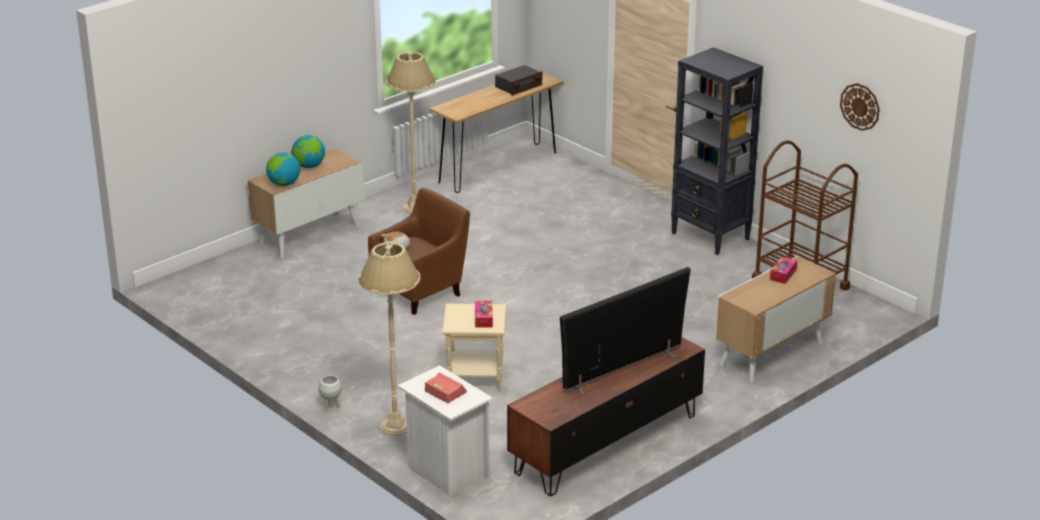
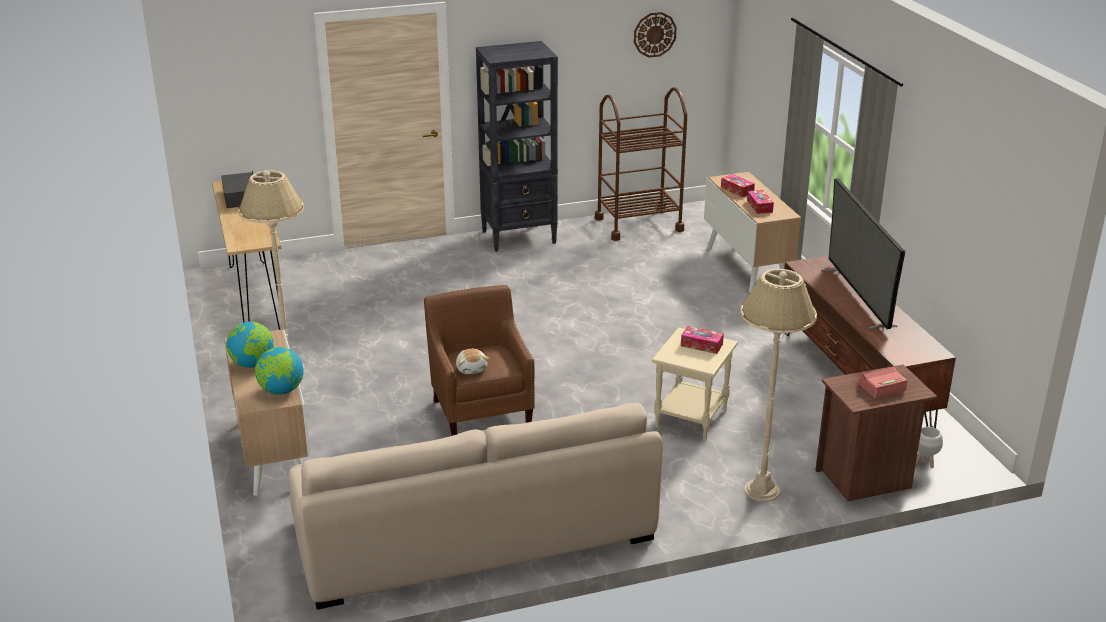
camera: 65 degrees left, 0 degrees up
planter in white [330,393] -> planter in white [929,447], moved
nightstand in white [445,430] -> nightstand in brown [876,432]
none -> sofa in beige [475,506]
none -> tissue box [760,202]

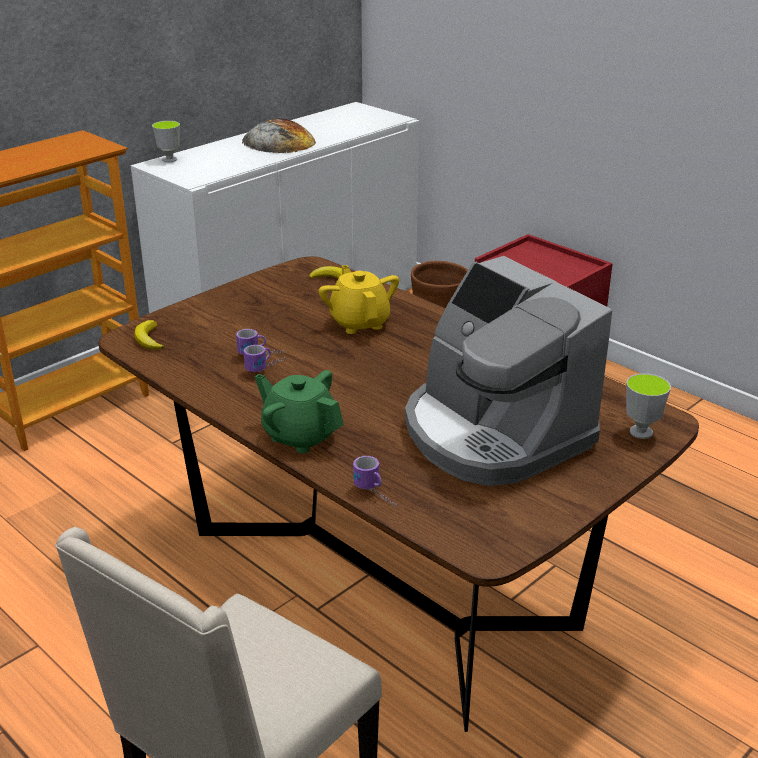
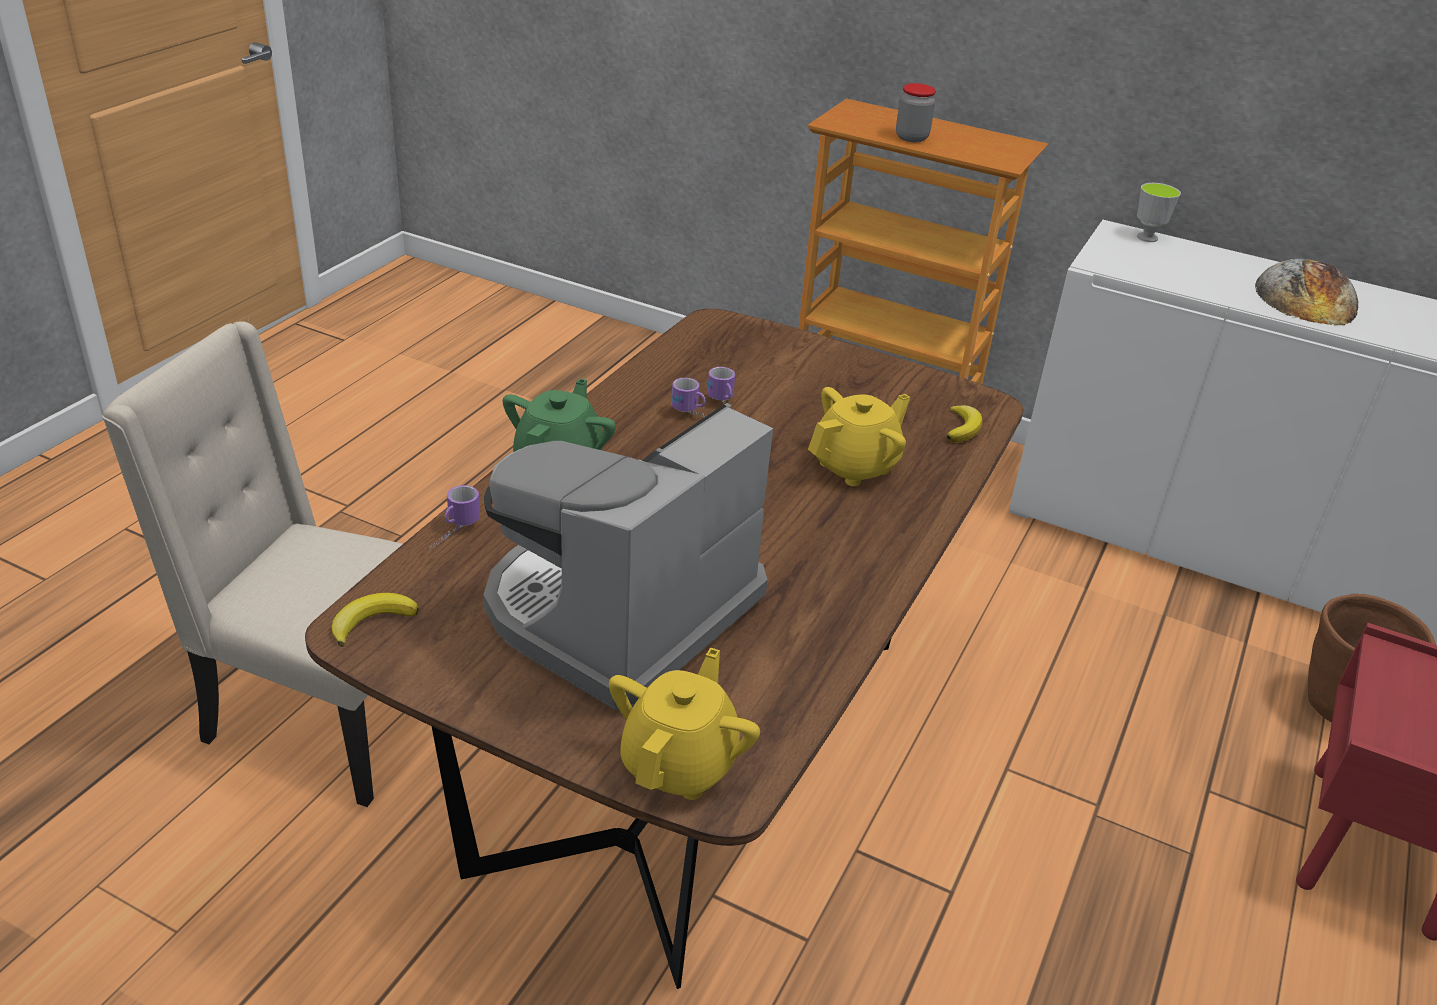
camera: 70 degrees right, 5 degrees up
banana [149,335] -> banana [375,620], moved
cup [648,406] -> teapot in yellow [684,724]
none -> jar [916,112]

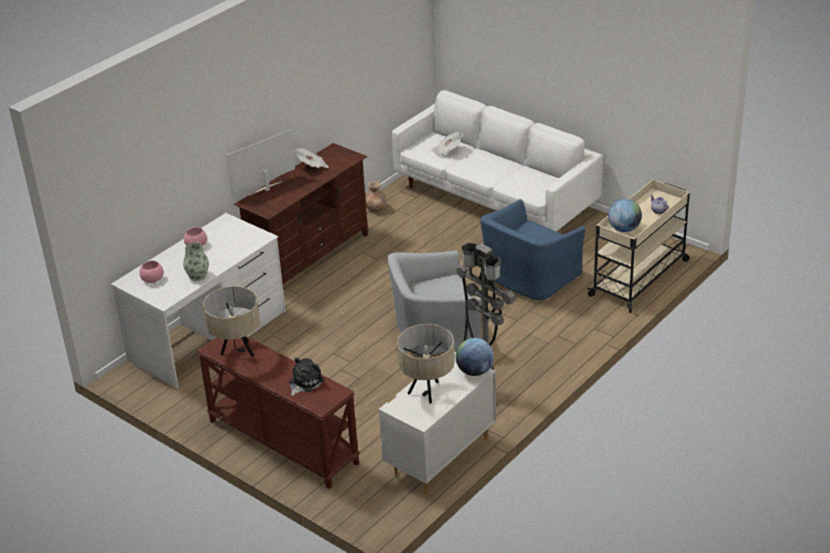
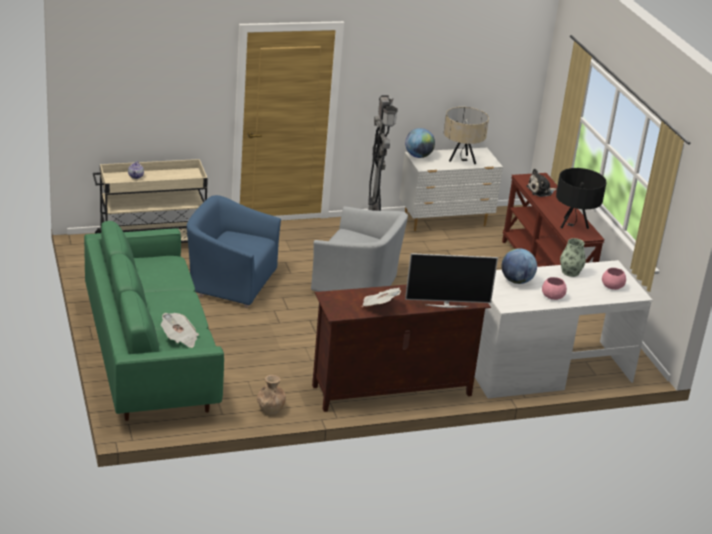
camera: 150 degrees left, 5 degrees down
table lamp in beige [231,321] -> table lamp in black [581,198]
sofa in white [497,160] -> sofa in green [154,321]
armchair in blue [533,250] -> armchair in blue [234,251], 150 degrees counterclockwise
globe [625,215] -> globe [519,266], moved

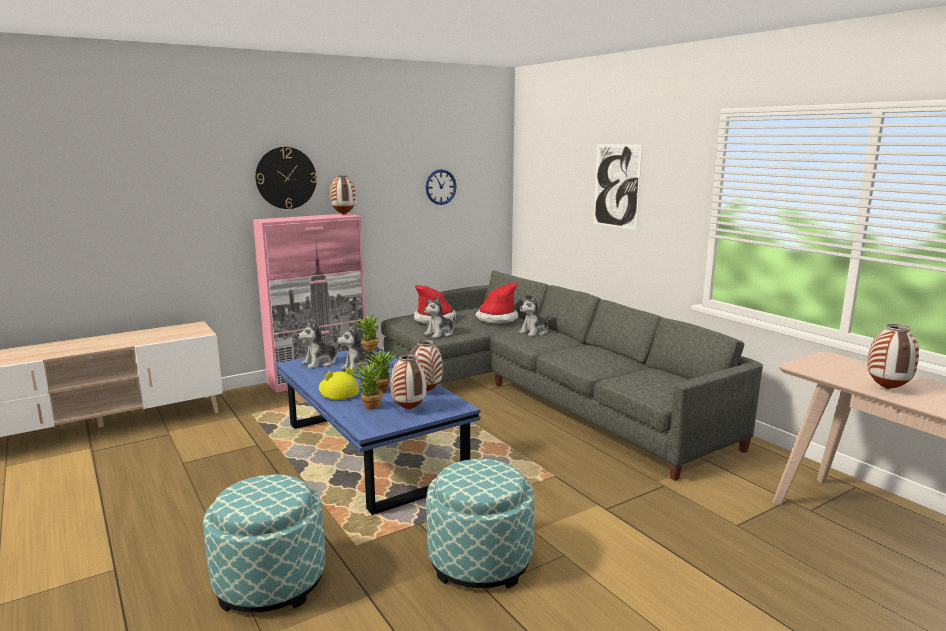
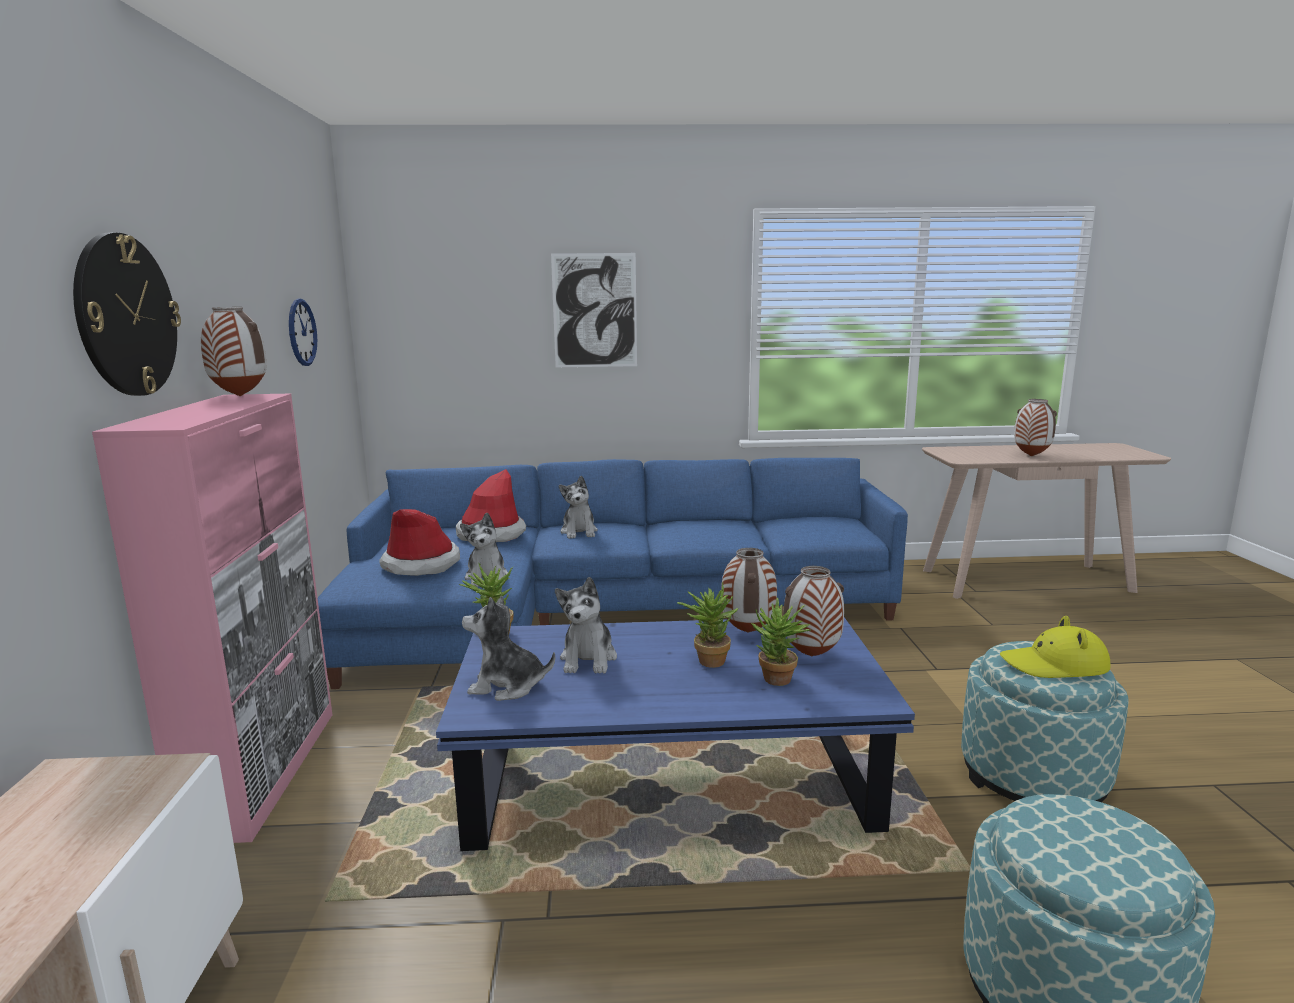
camera: 60 degrees left, 0 degrees up
plush toy [319,344] -> plush toy [508,648], 105 degrees clockwise
hat in yellow [339,383] -> hat in yellow [1055,647], moved
sofa in grey [572,375] -> sofa in blue [613,573]

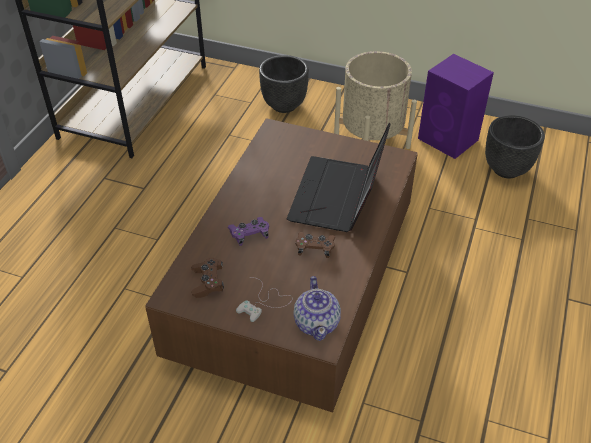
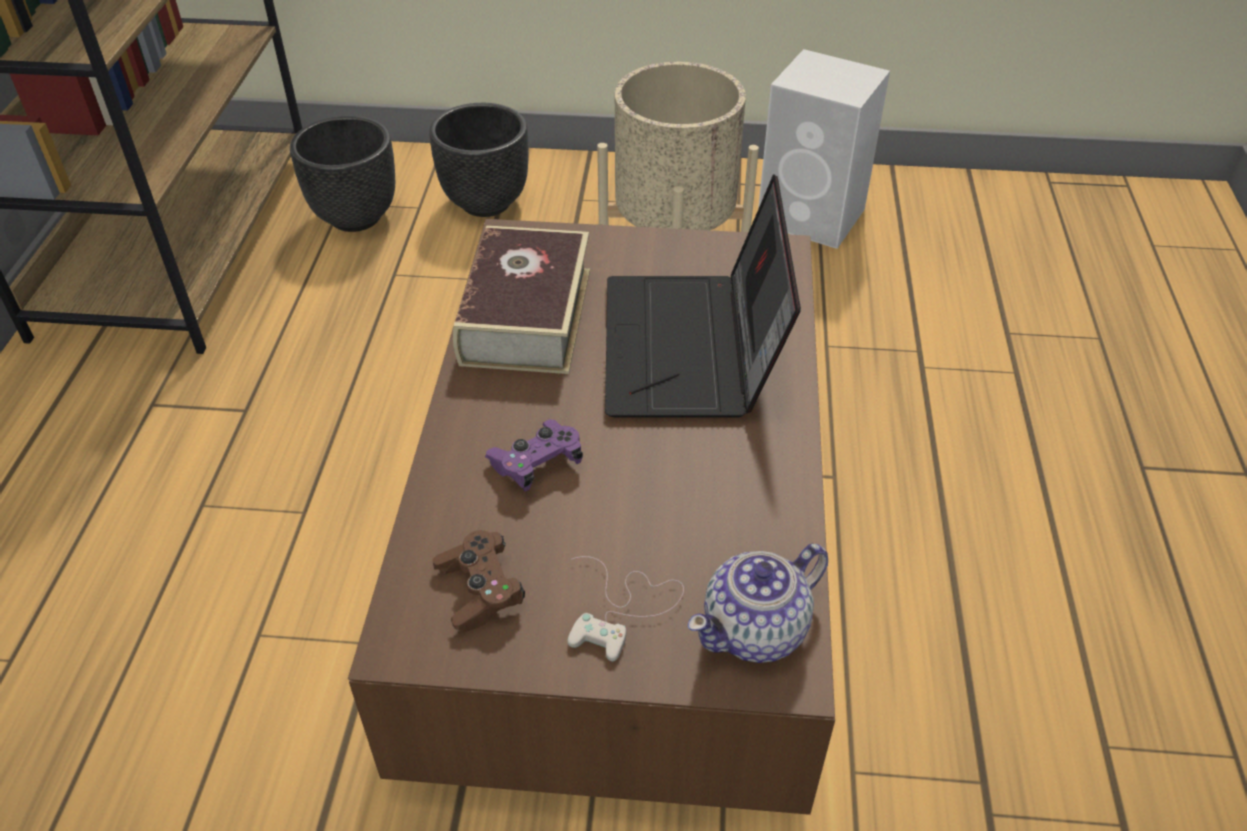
camera: 15 degrees left, 0 degrees up
teapot [317,308] -> teapot [758,603], 75 degrees clockwise
game controller in brown [315,245] -> none
speaker in purple [456,106] -> speaker in white [824,149]
planter in black [515,146] -> planter in black [342,174], moved
none -> book [521,299]

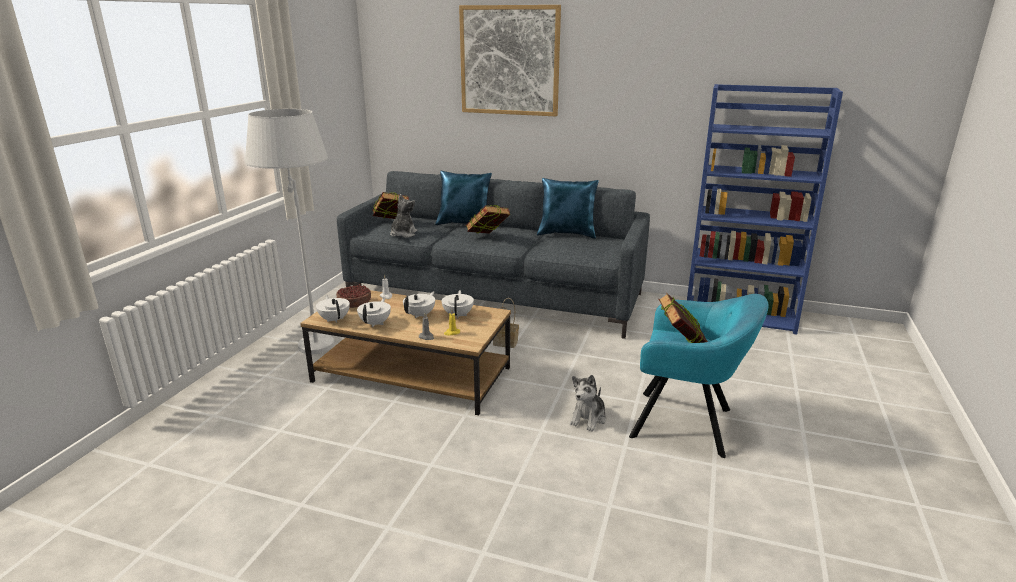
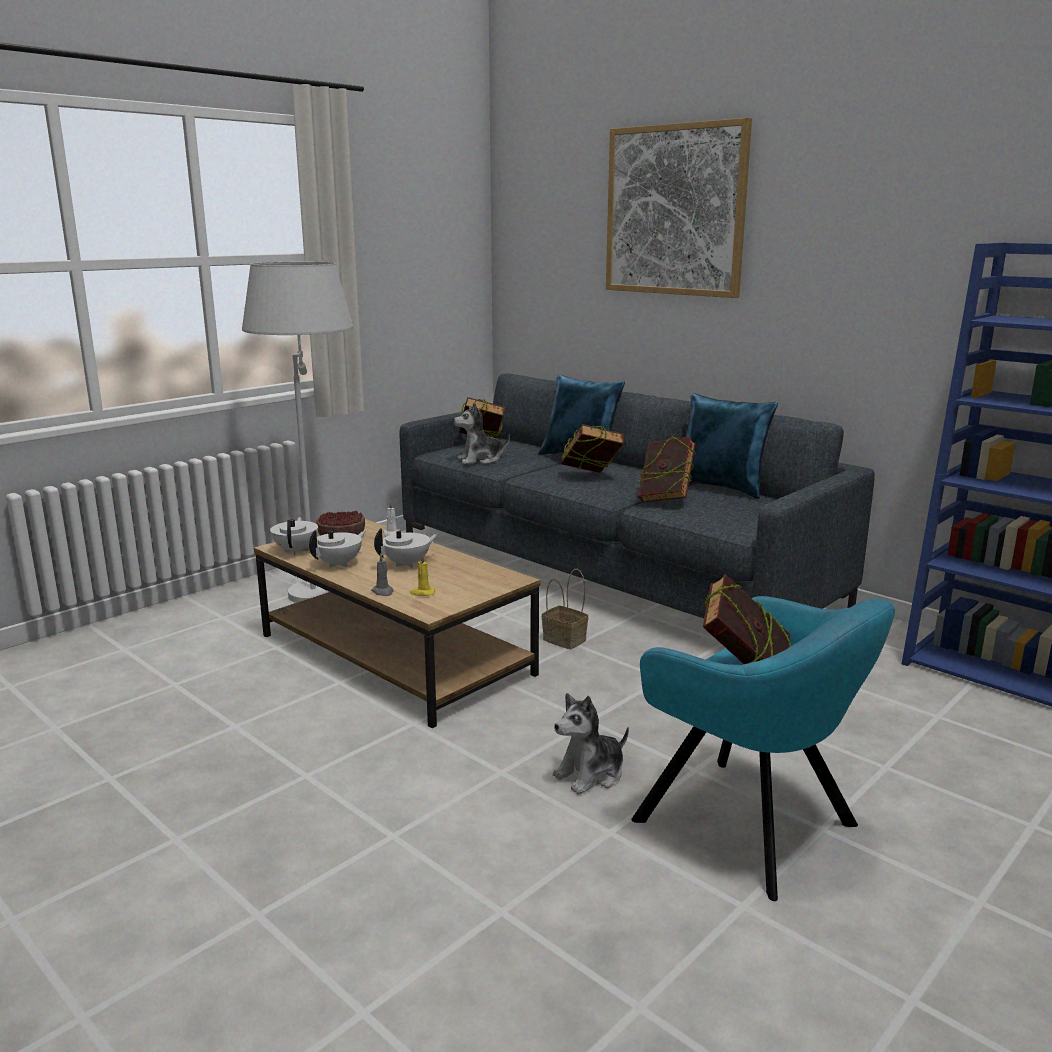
camera: 25 degrees right, 5 degrees down
plush toy [403,216] -> plush toy [481,433], 150 degrees counterclockwise
teapot in white [458,304] -> none
none -> book [667,469]

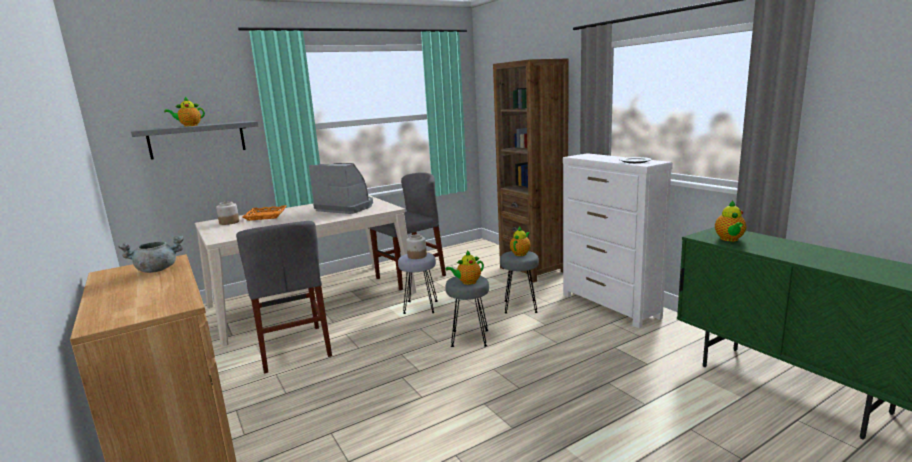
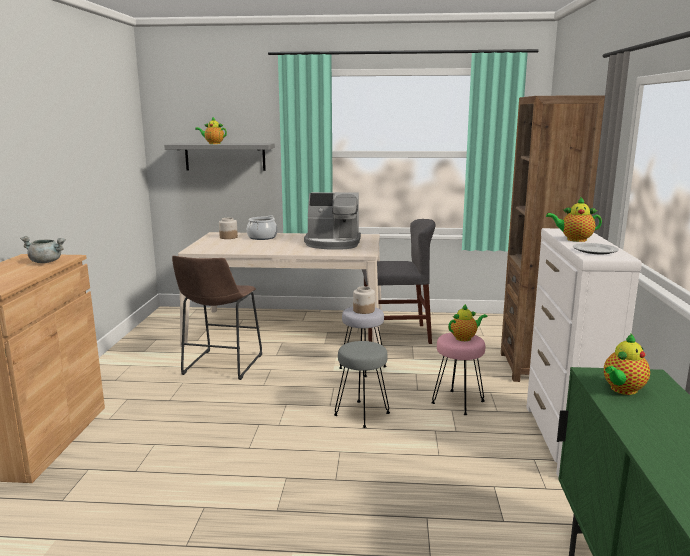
camera: 35 degrees right, 0 degrees up
chair in grey [284,297] -> stool in brown [217,318]
tray in orange [264,213] -> cooking pot [262,227]
coffee machine [341,188] -> coffee machine [332,221], 120 degrees clockwise
teapot [464,267] -> teapot [574,219], moved
stool in grey [519,282] -> stool in pink [458,374]

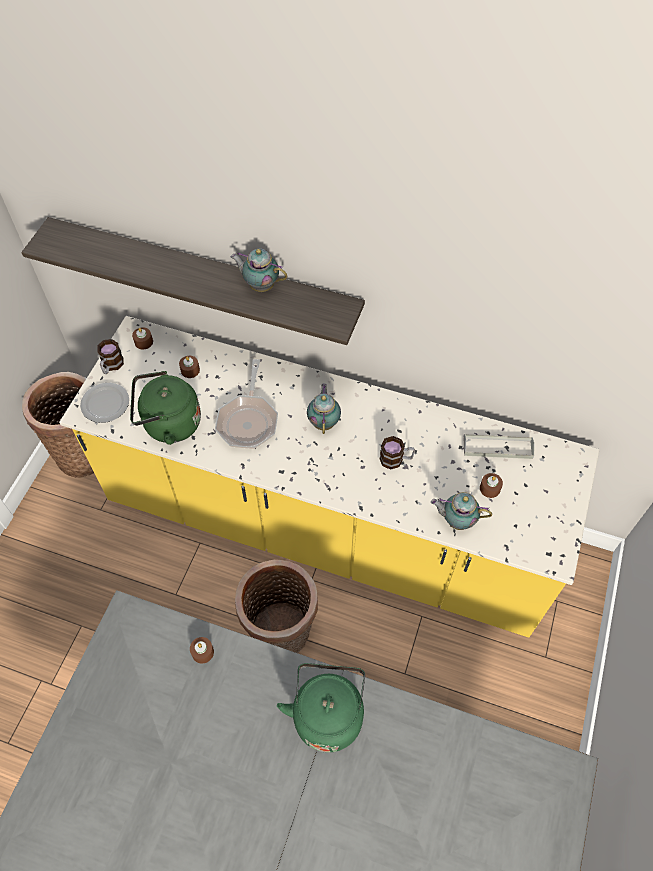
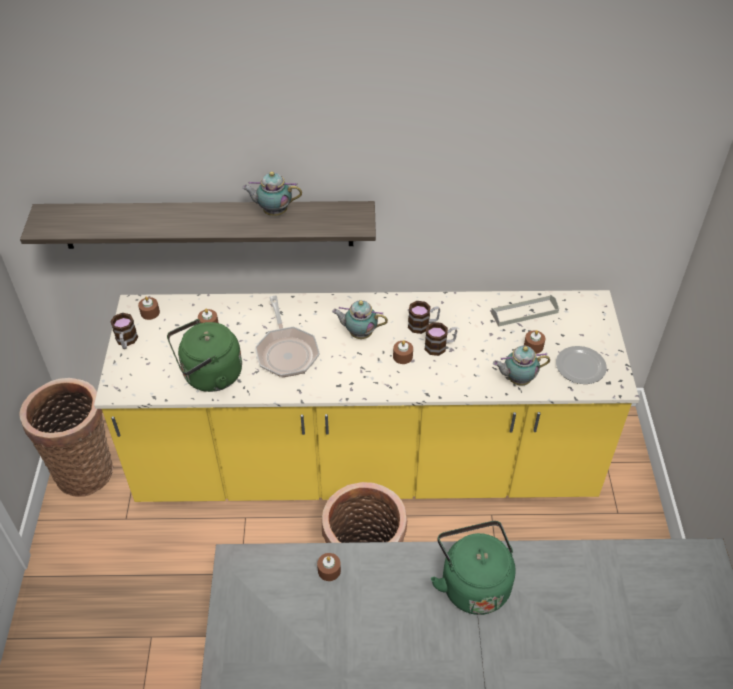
camera: 20 degrees left, 10 degrees down
plate [104,403] -> plate [581,365], moved
teapot [324,409] -> teapot [360,319], 60 degrees counterclockwise
none -> candle in brown [403,352]
none -> mug [424,317]

